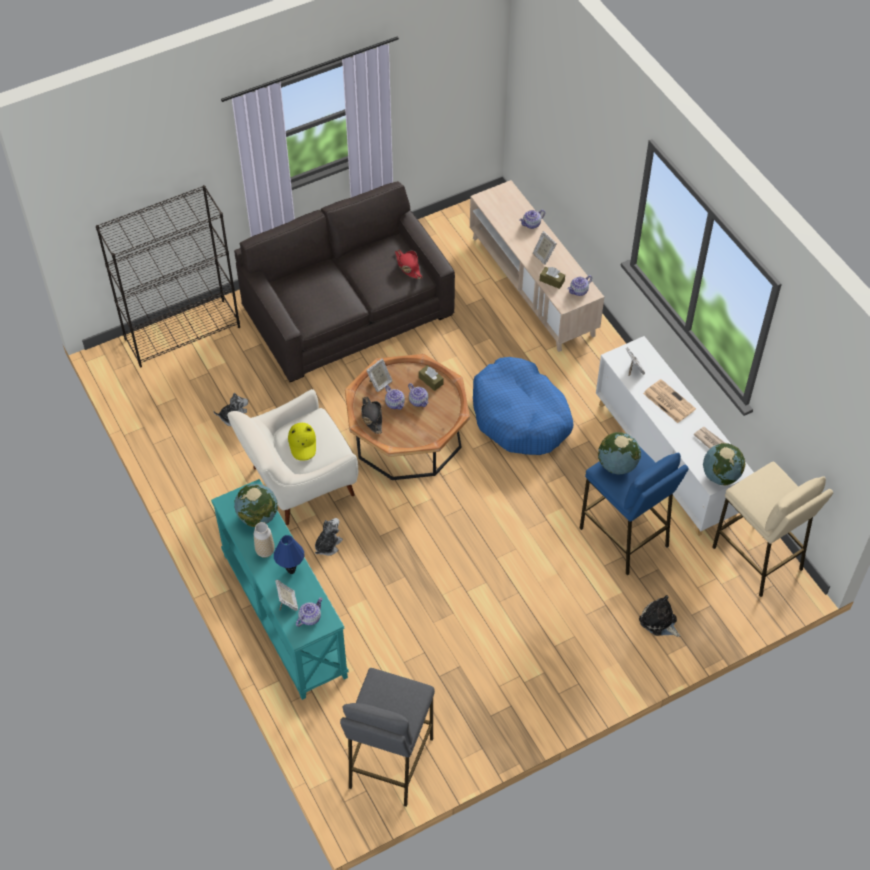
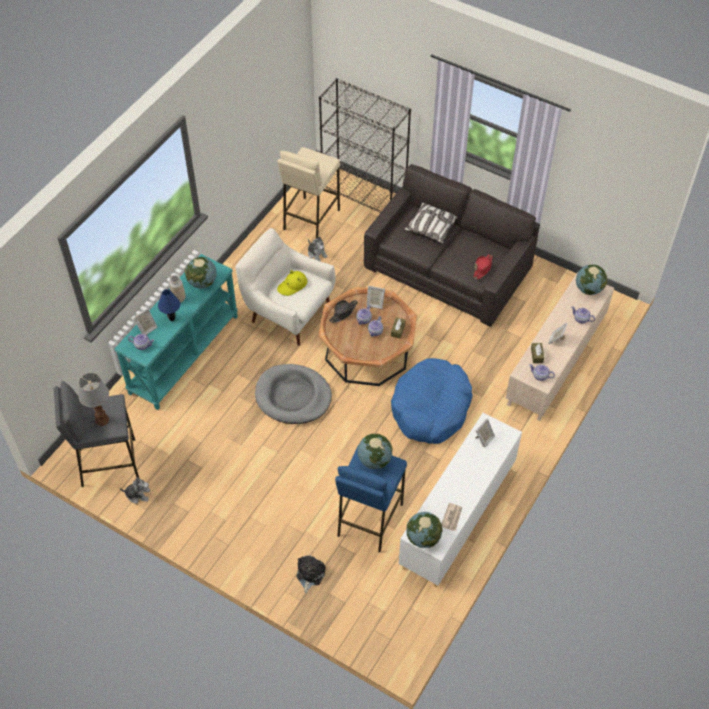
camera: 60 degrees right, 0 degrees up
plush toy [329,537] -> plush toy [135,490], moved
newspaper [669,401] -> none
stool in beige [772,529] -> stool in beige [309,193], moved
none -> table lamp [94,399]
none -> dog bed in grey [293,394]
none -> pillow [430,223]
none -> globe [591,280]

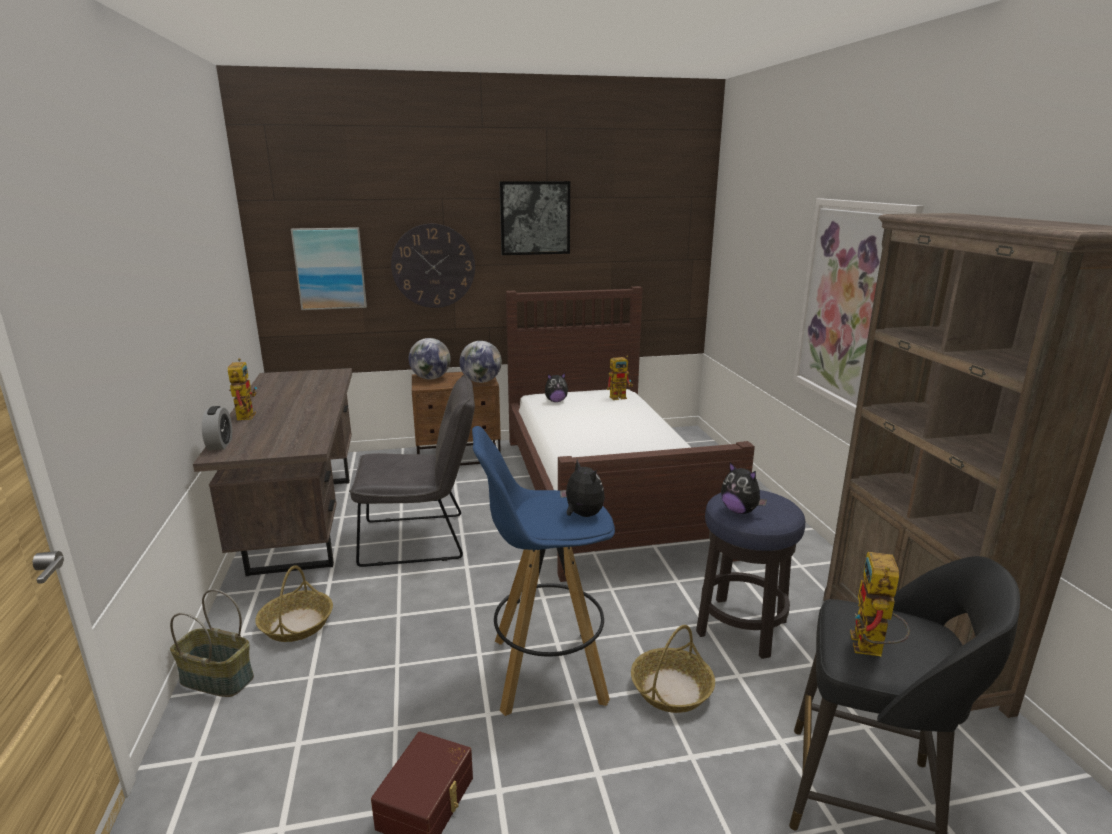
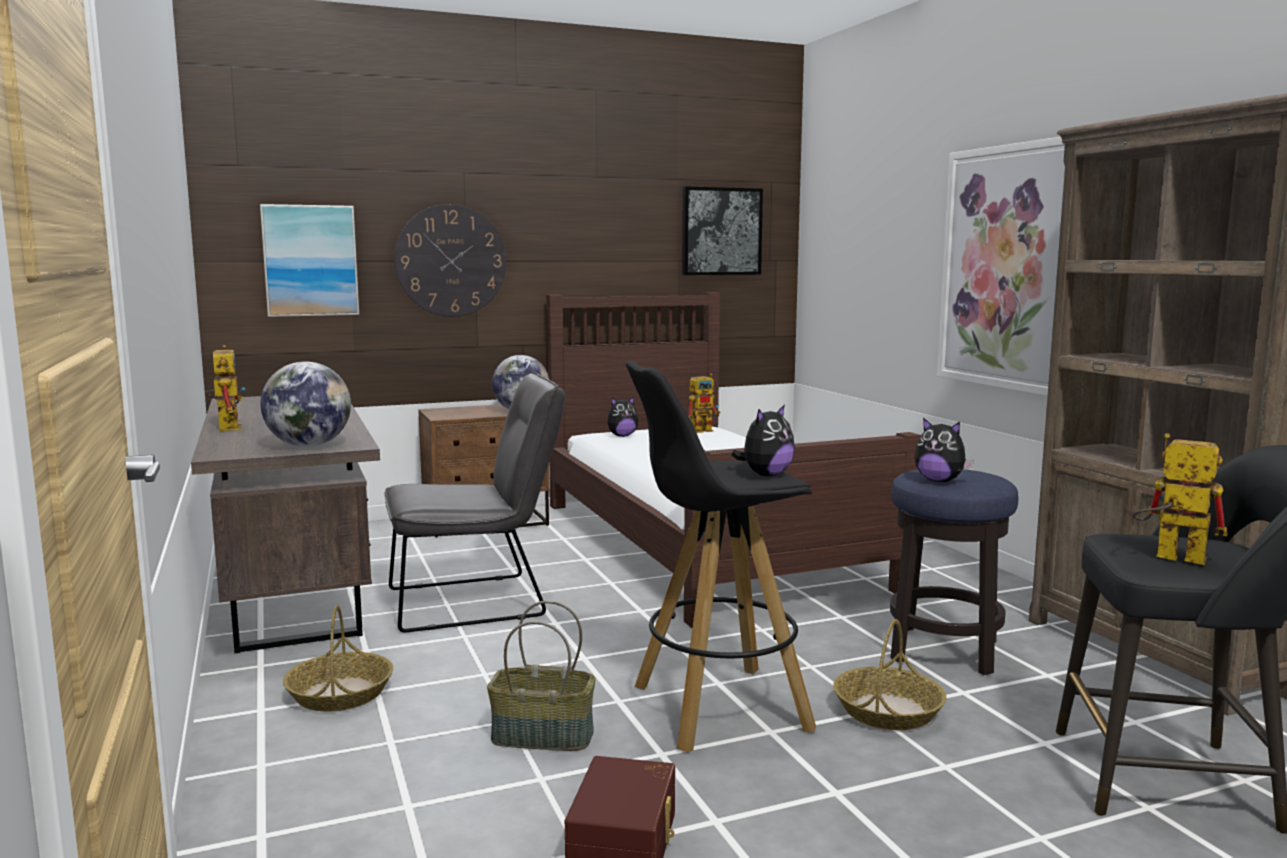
camera: 10 degrees left, 10 degrees down
basket [212,643] -> basket [541,676], moved
alarm clock [217,428] -> none
globe [430,358] -> globe [306,404], moved
stool in blue [543,571] -> stool in black [721,557]
picture [534,218] -> picture [722,230], moved
plush toy [582,488] -> plush toy [763,440], 90 degrees clockwise
toy robot [880,604] -> toy robot [1180,499], 120 degrees clockwise

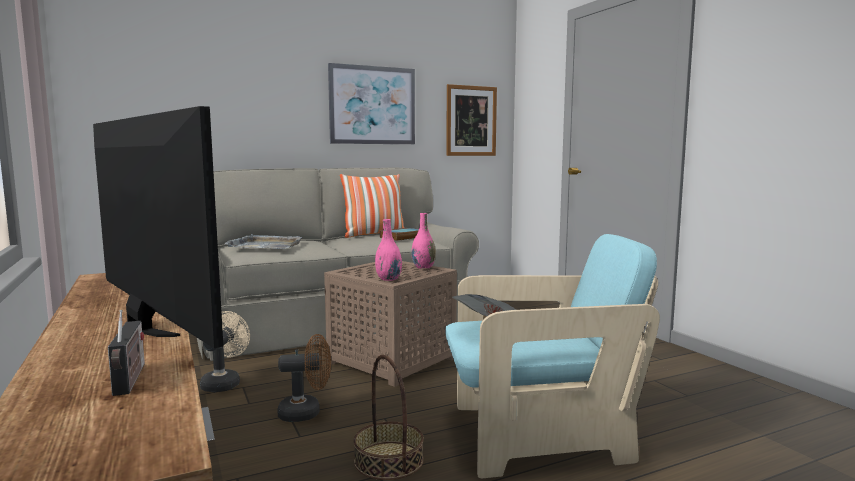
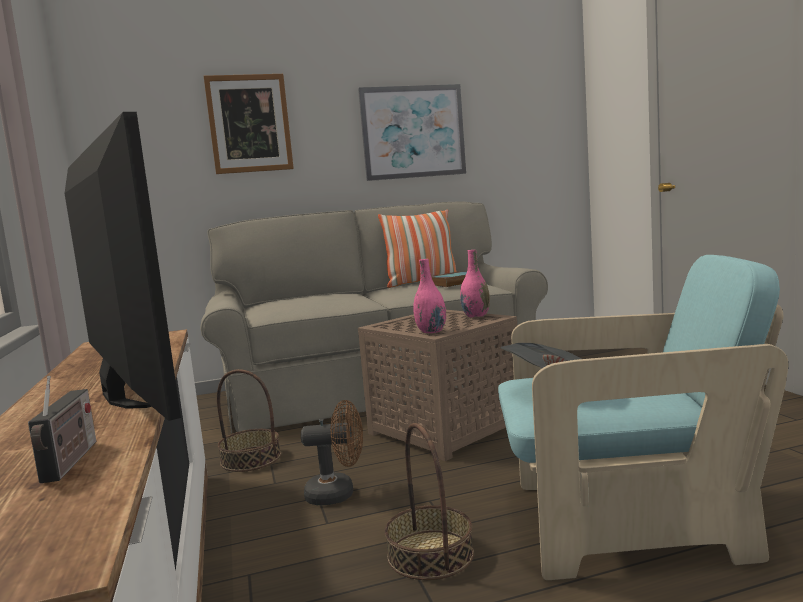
camera: 10 degrees right, 0 degrees up
fan in beige [225,351] -> basket [249,420]
tray in grey [263,241] -> none
picture [471,120] -> picture [249,124], moved

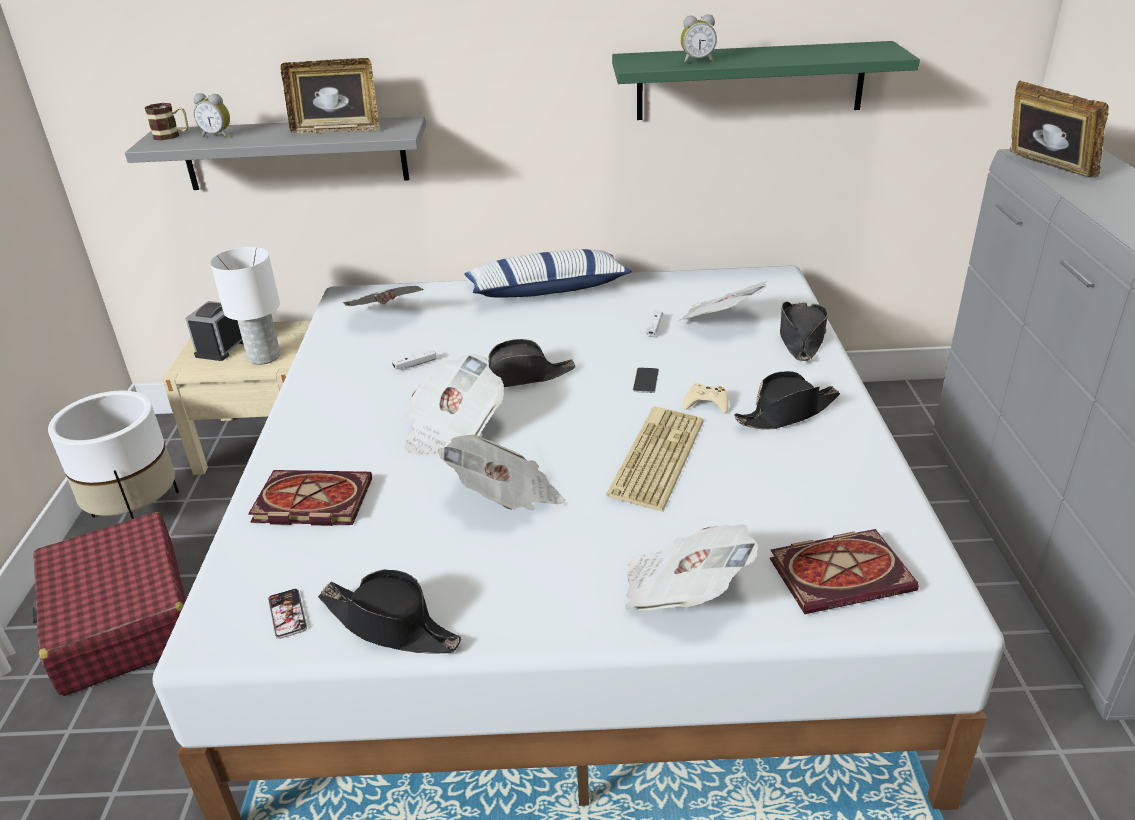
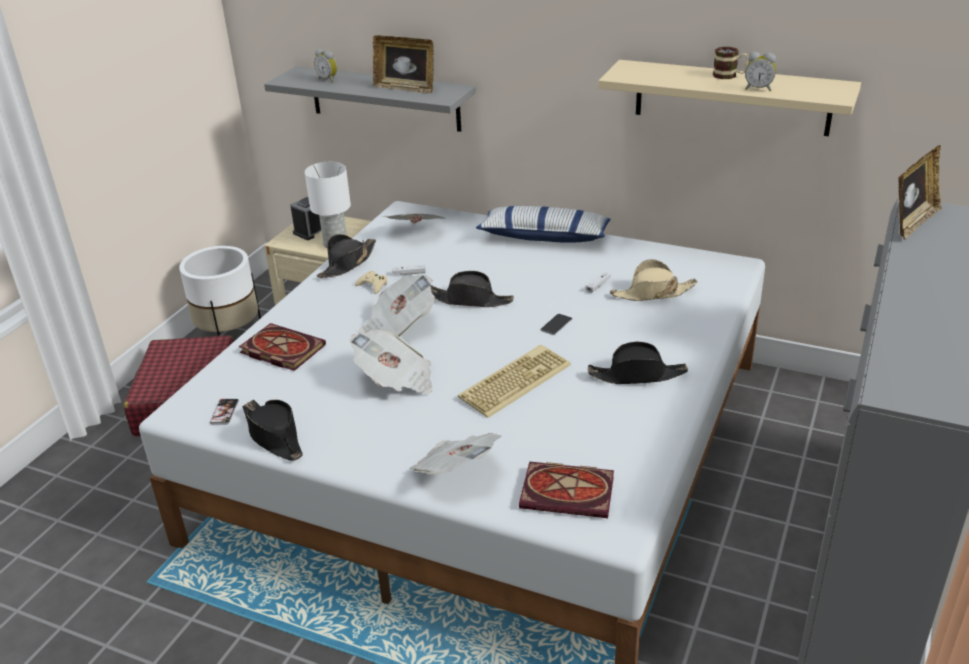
camera: 25 degrees right, 0 degrees up
mug [166,122] -> mug [730,63], moved
shelf in green [766,80] -> shelf in beige [729,98]
newspaper [723,301] -> hat in beige [654,280]
alarm clock [699,38] -> alarm clock [760,71], moved
game controller in beige [706,398] -> game controller in beige [371,282], moved
hat in black [804,331] -> hat in black [346,256], moved
picture frame [1059,129] -> picture frame [920,192], 45 degrees clockwise

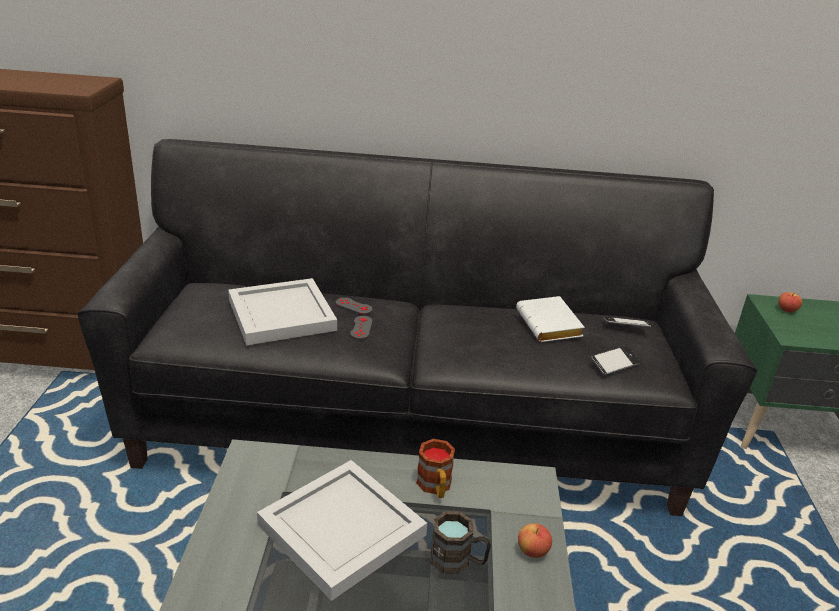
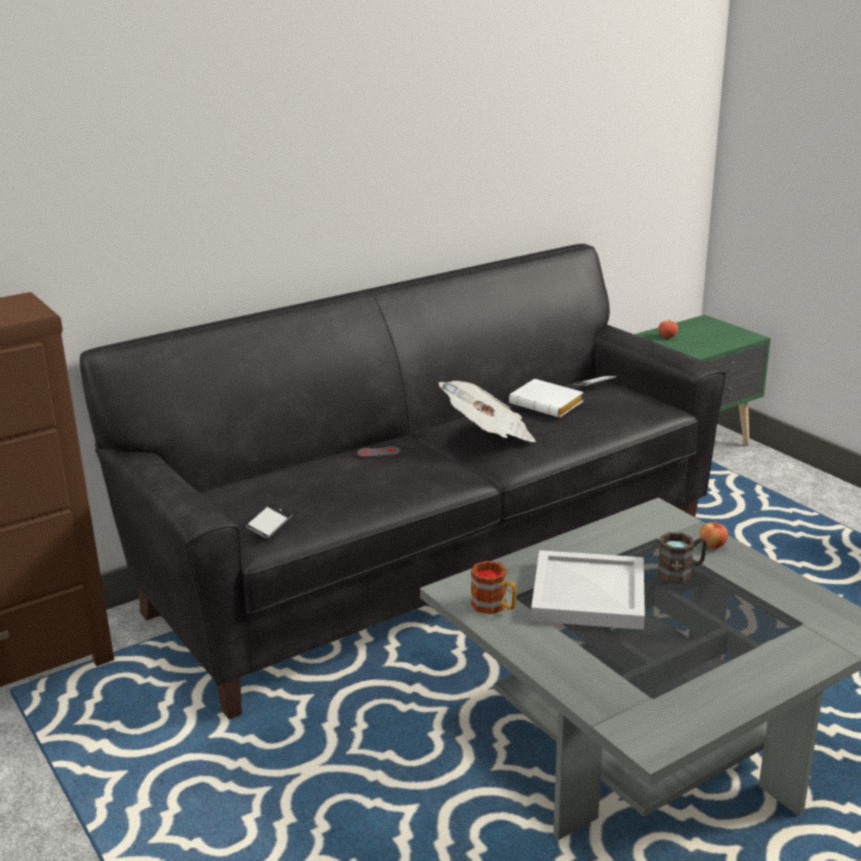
camera: 35 degrees left, 5 degrees down
tray in white [282,311] -> none
game controller in grey [361,327] -> none
mug [435,468] -> mug [494,587], moved
phone [615,360] -> phone [269,520], moved
none -> newspaper [487,411]

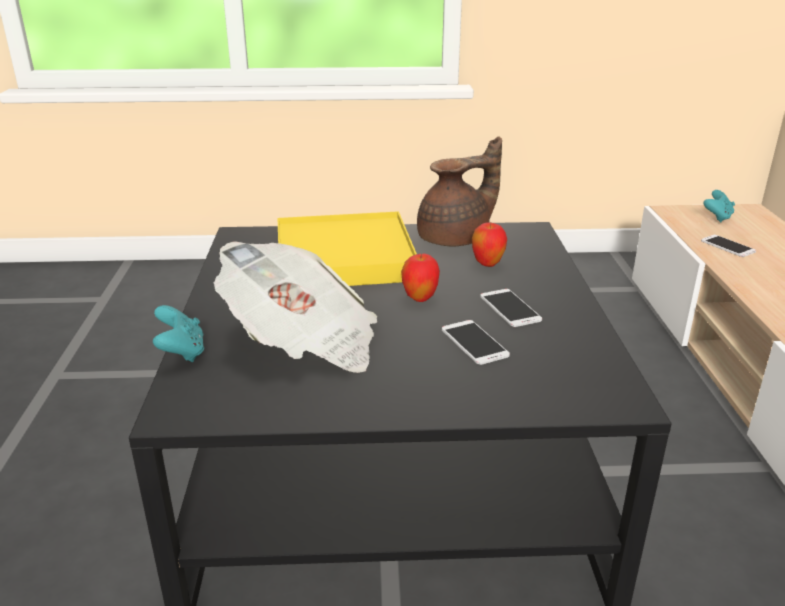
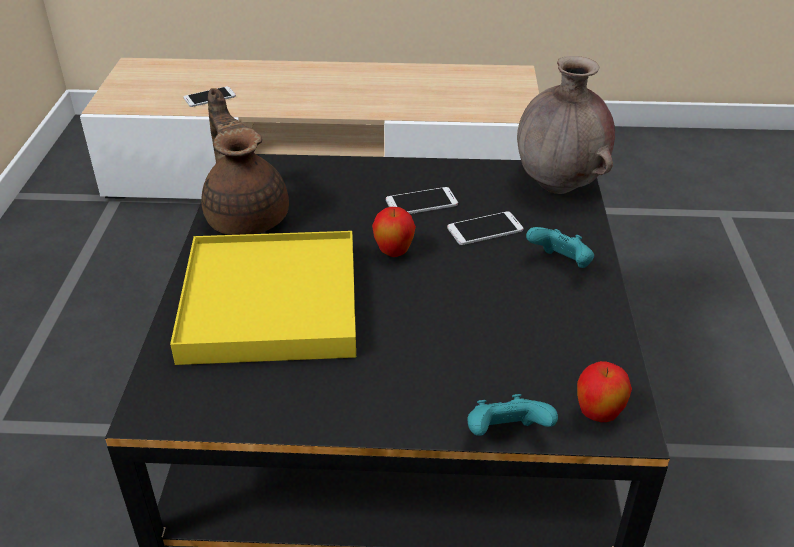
camera: 85 degrees left, 10 degrees up
newspaper [295,307] -> none
apple [489,245] -> apple [604,391], moved
game controller in turquoise [719,206] -> game controller in turquoise [560,247], moved
none -> vase in brown [566,125]

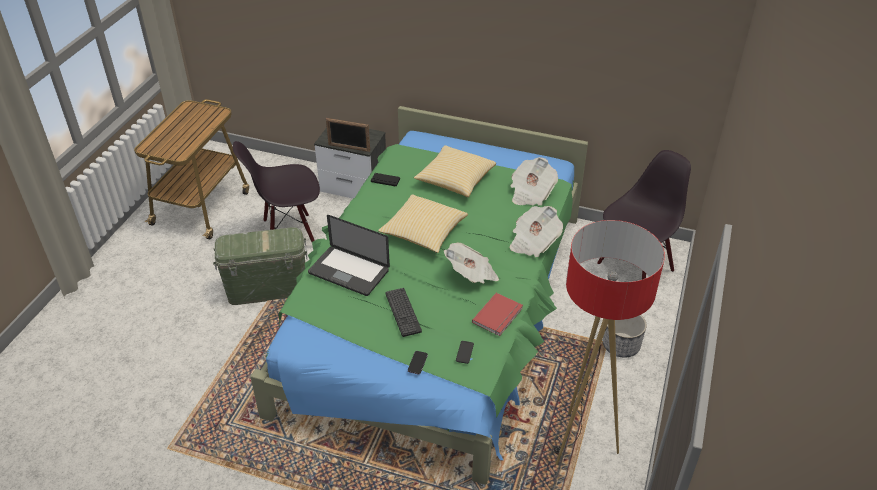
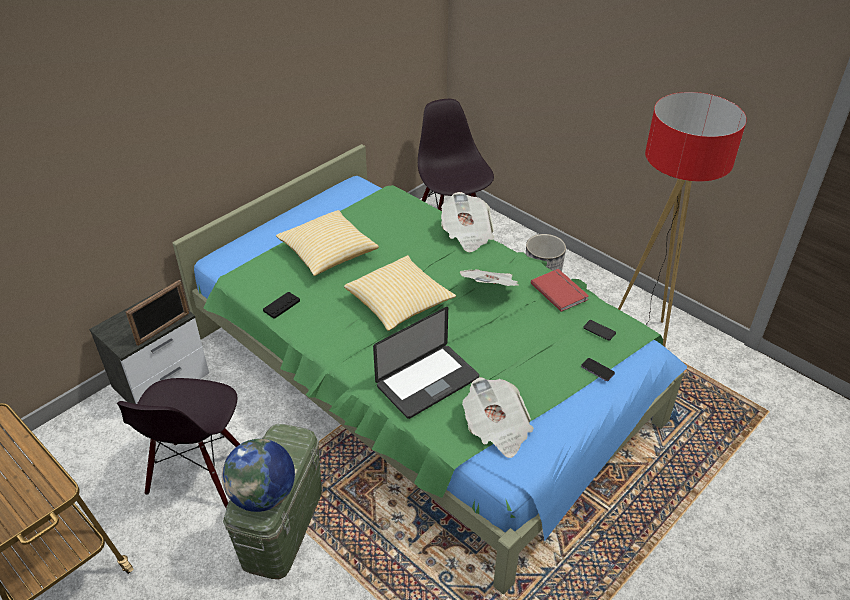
camera: 65 degrees left, 0 degrees up
keyboard [403,312] -> none
newspaper [534,181] -> newspaper [498,417], moved
none -> globe [258,475]

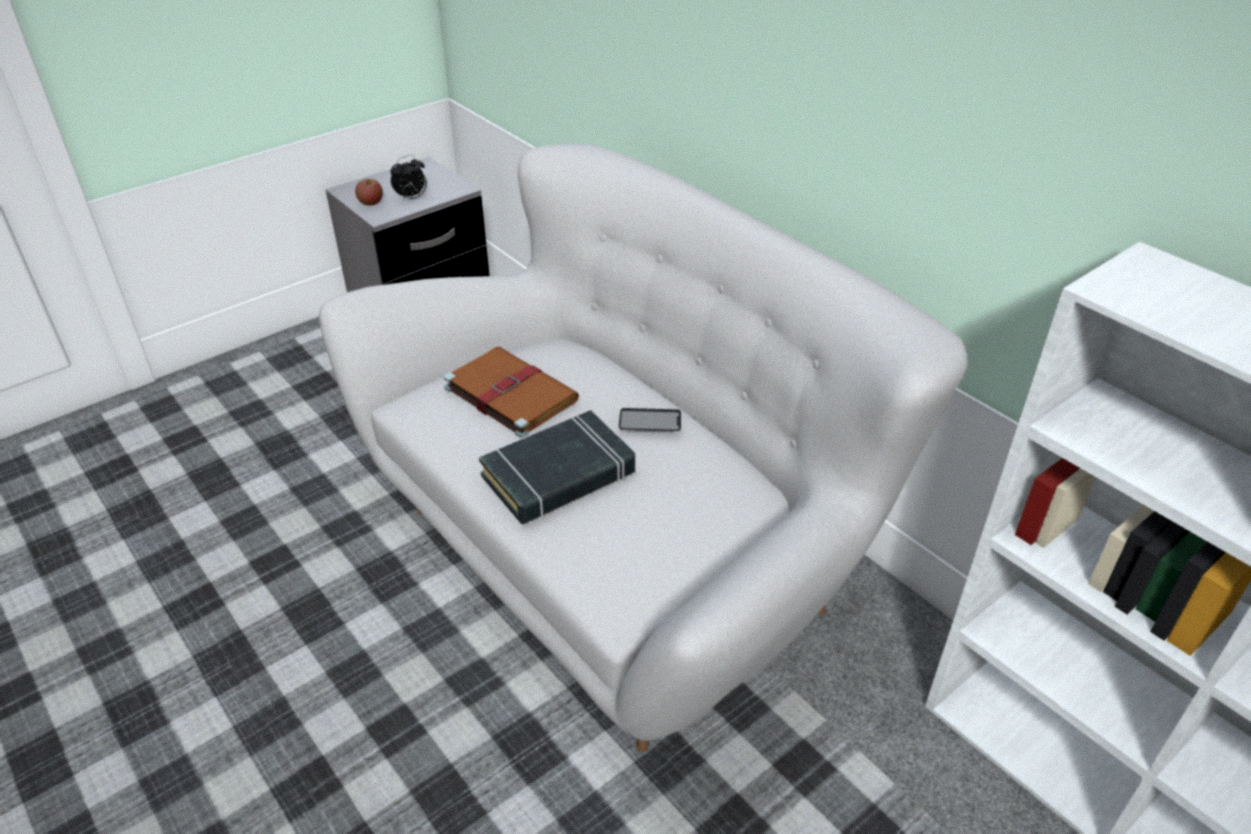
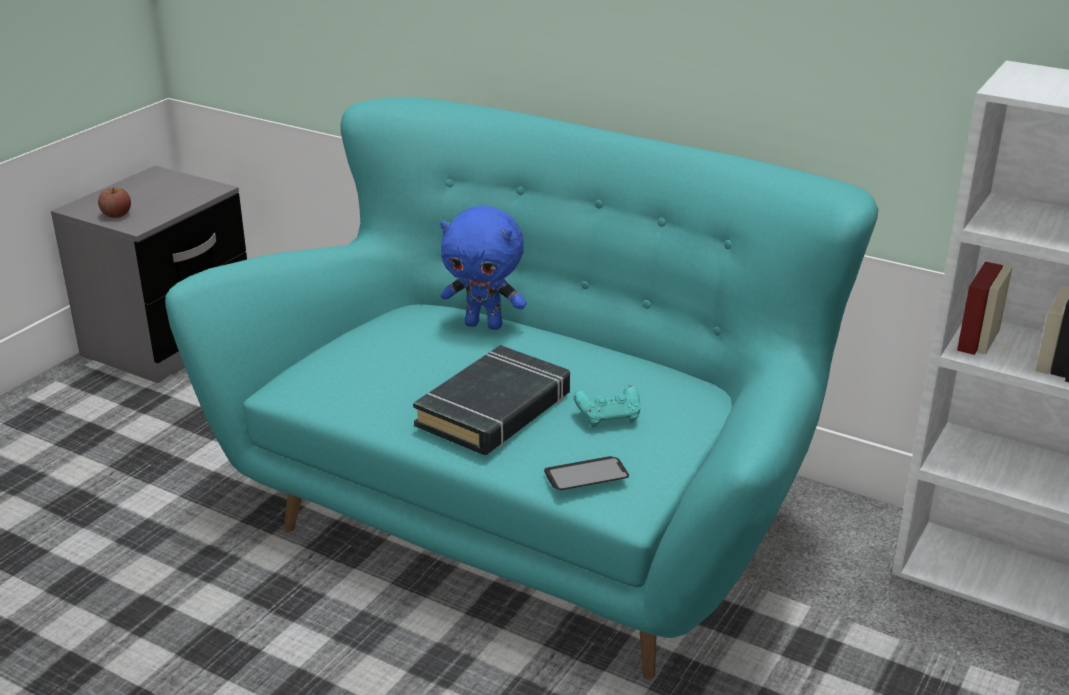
camera: 20 degrees left, 10 degrees down
sofa in white [643,448] -> sofa in turquoise [521,388]
alarm clock [409,178] -> none
book in brown [511,392] -> none
phone [650,419] -> phone [586,473], moved
none -> plush toy in blue [483,268]
none -> game controller in turquoise [606,406]

